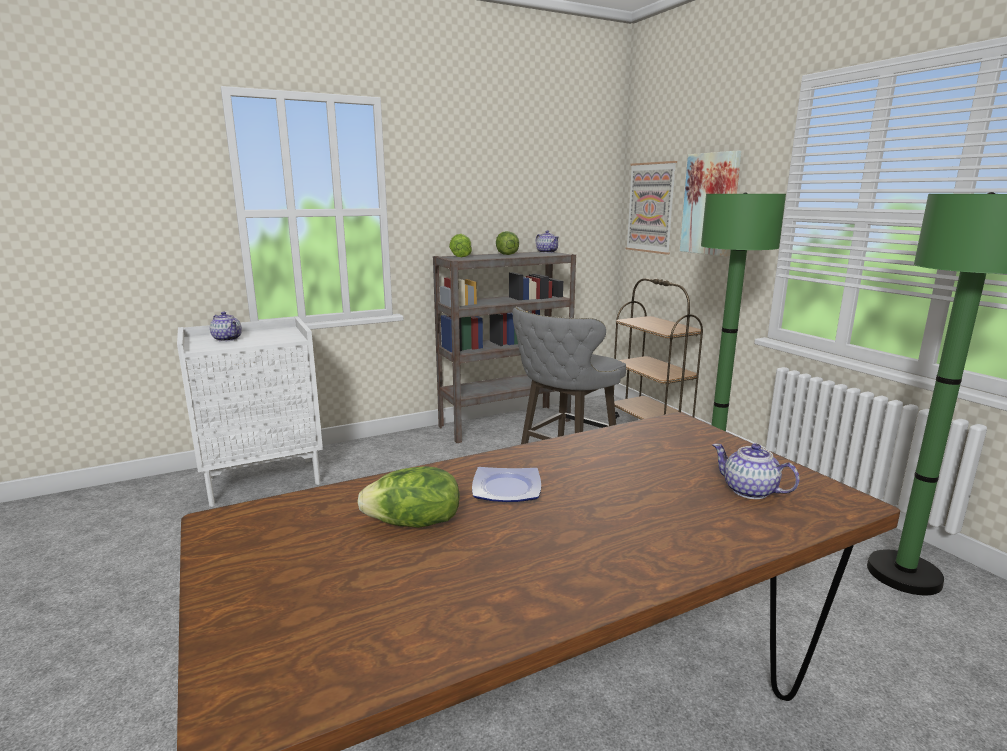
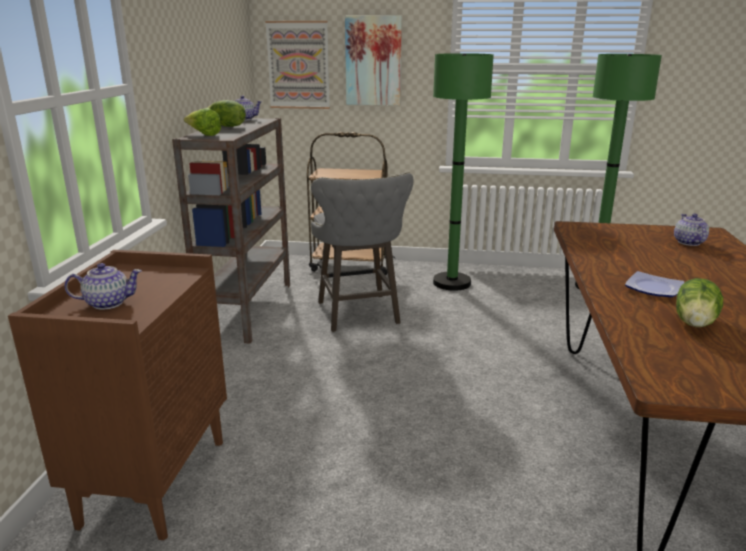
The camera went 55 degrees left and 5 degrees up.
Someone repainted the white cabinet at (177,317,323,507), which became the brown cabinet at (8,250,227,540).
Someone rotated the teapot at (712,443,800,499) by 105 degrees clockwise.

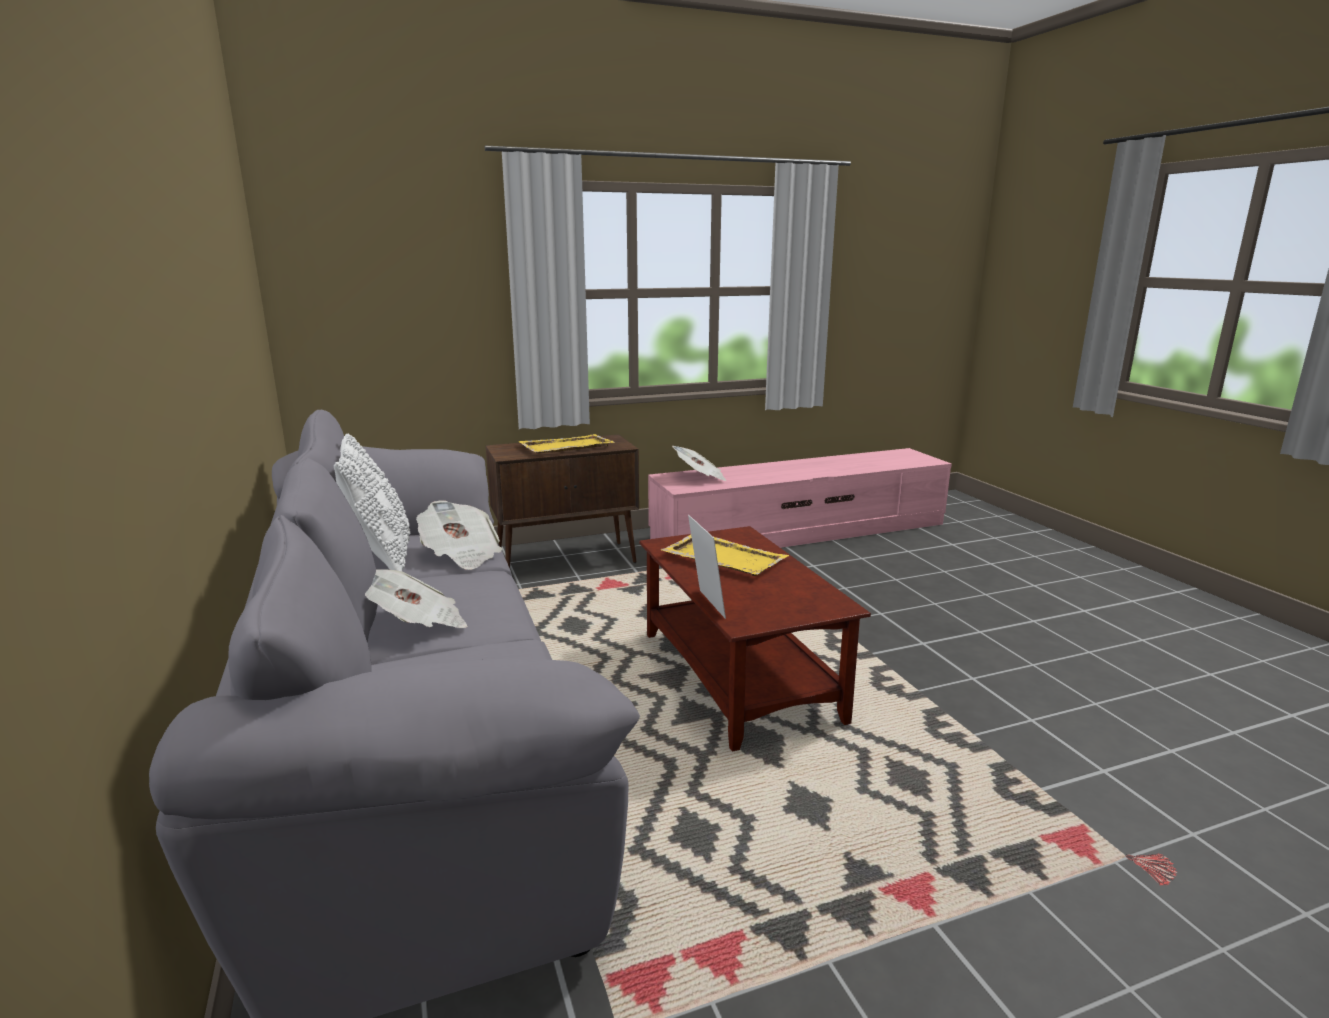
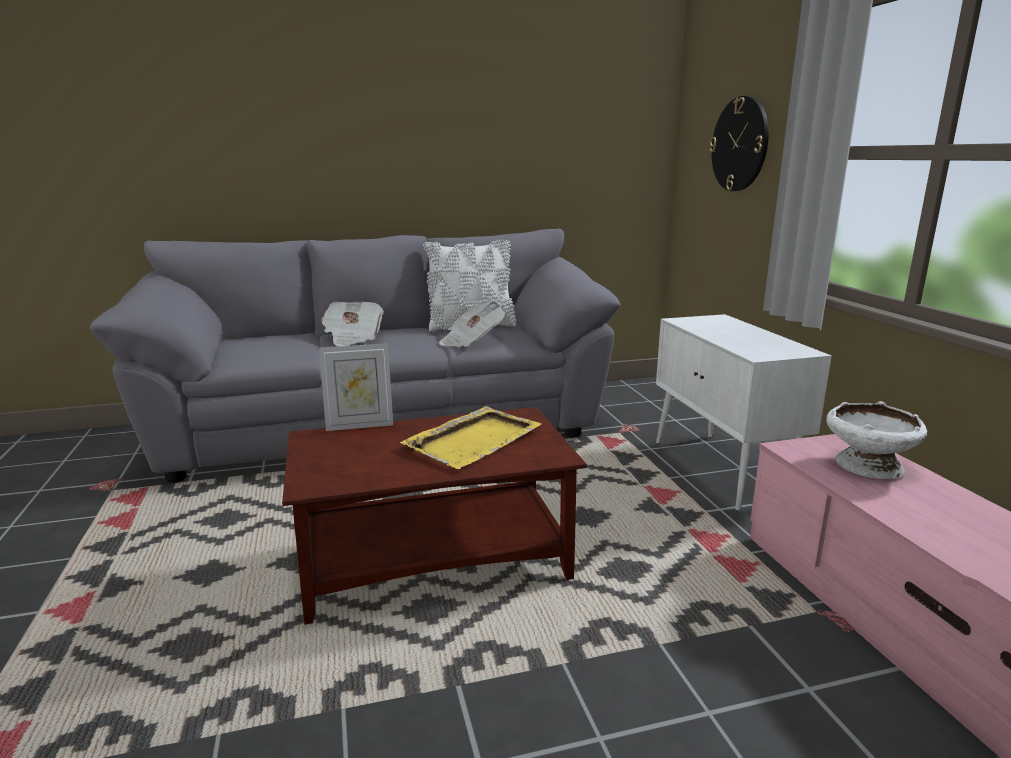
The camera went 95 degrees right and 0 degrees up.
Someone took away the yellow tray at (518,434,614,453).
Someone repainted the brown cabinet at (486,435,639,568), which became the white cabinet at (656,314,832,511).
Someone swapped the newspaper at (672,446,727,481) for the white bowl at (826,401,927,479).
Someone put up the wall clock at (709,96,769,191).

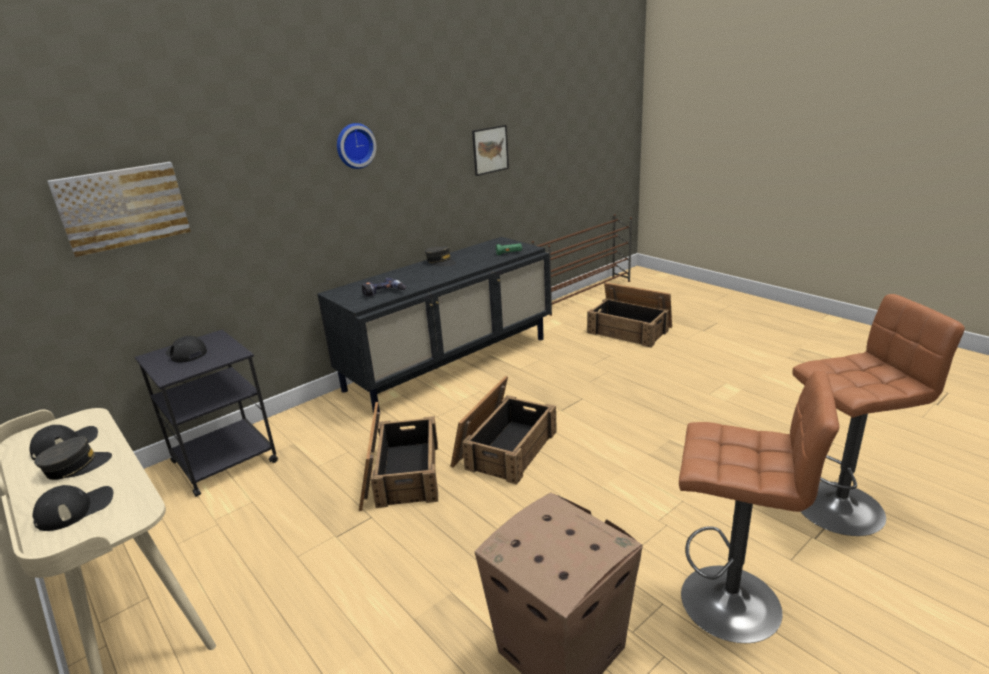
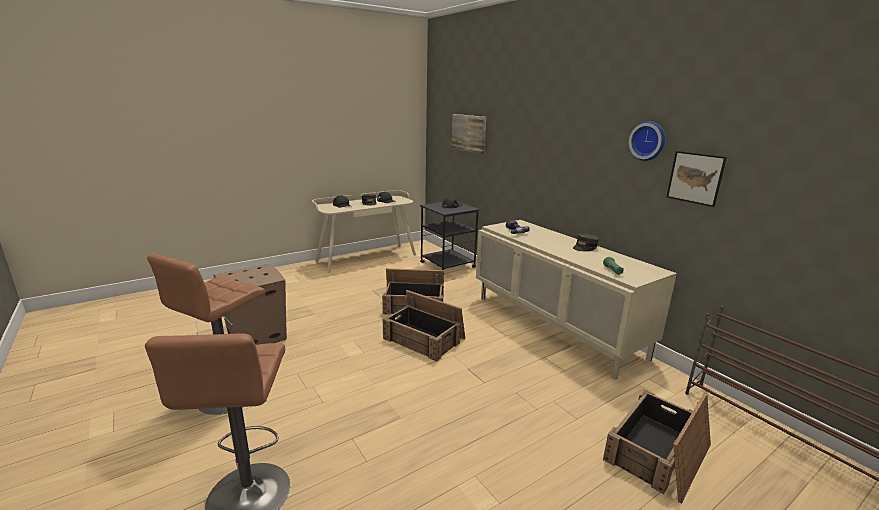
The camera went 95 degrees right and 5 degrees down.
Someone carried the wall clock from (337,123,376,169) to (629,121,665,161).
Someone repainted the black cabinet at (317,237,551,414), which became the beige cabinet at (476,220,677,379).

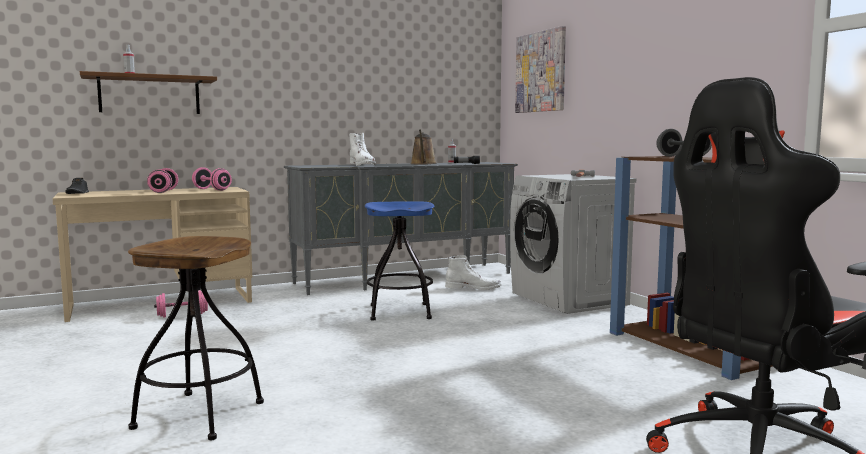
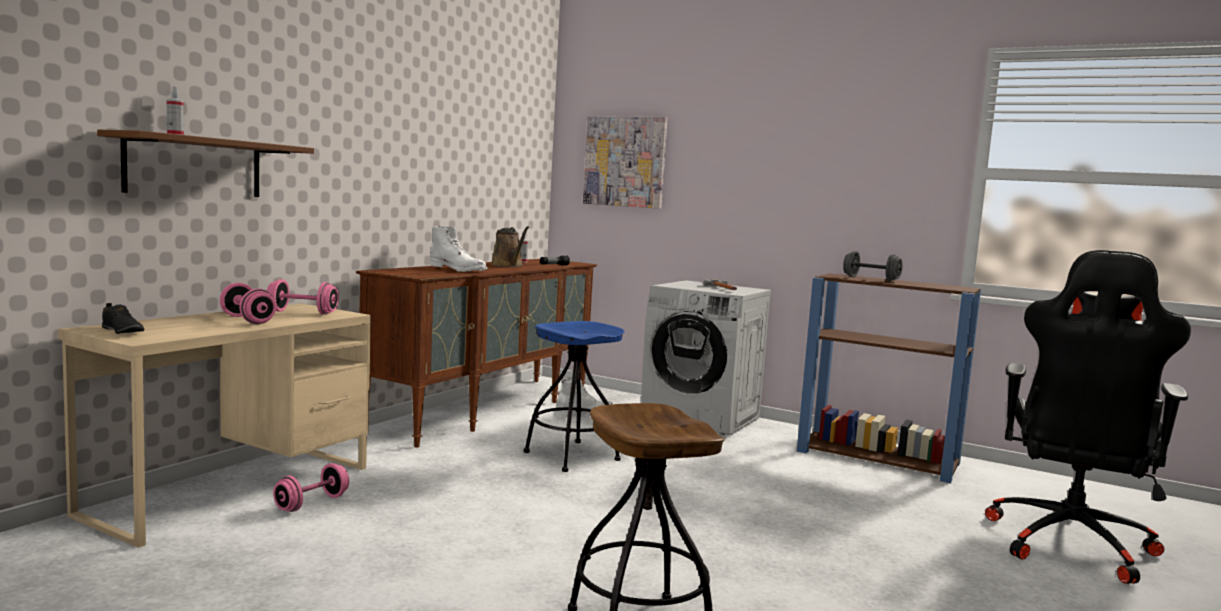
The camera went 35 degrees left and 0 degrees up.
Someone repainted the grey cabinet at (284,162,518,295), which became the brown cabinet at (356,259,597,448).

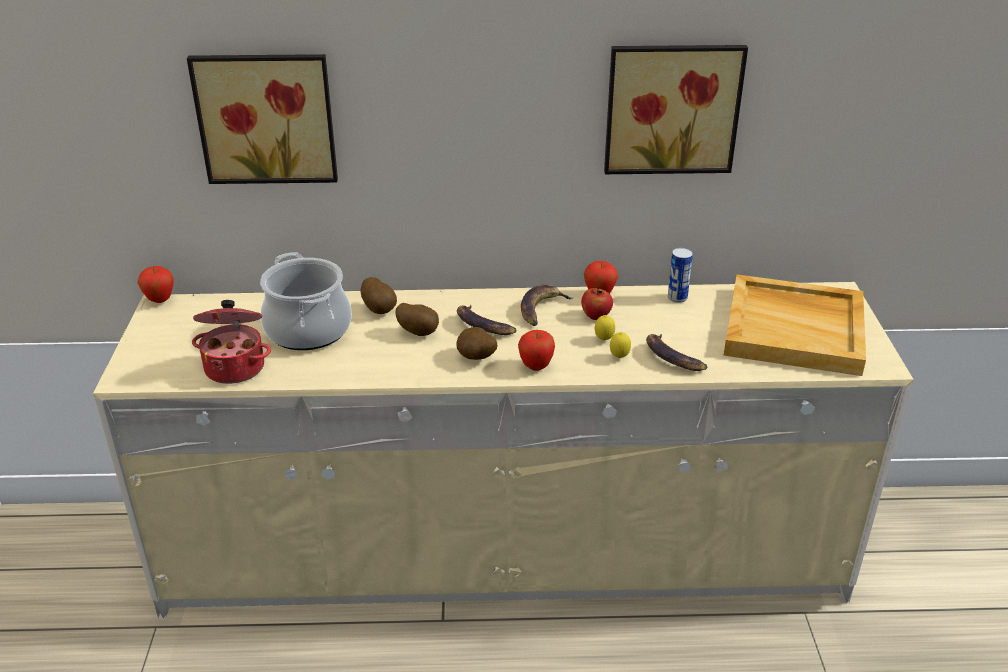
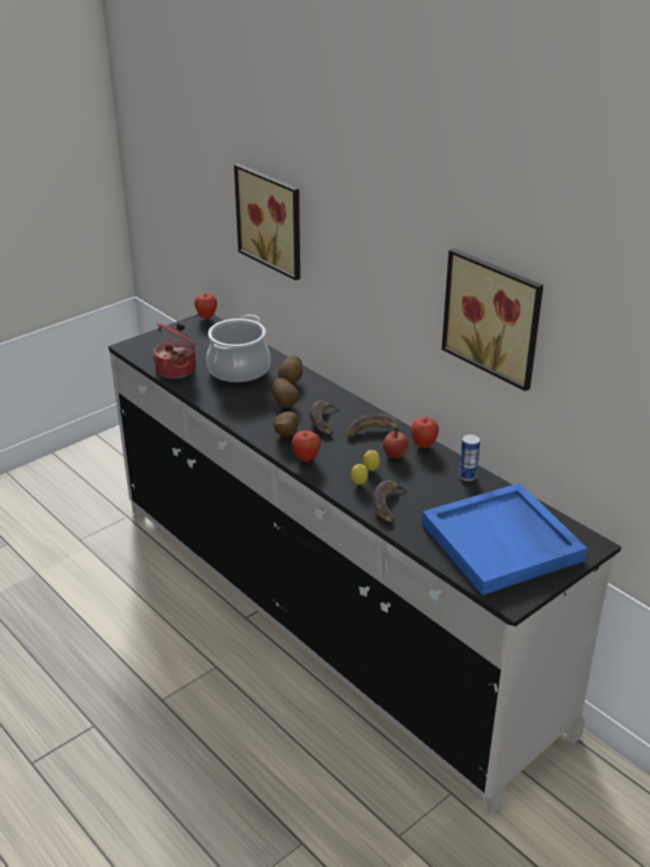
The camera went 50 degrees right and 0 degrees up.
Someone repainted the beige tray at (724,274,866,376), which became the blue tray at (422,483,587,595).
Someone repainted the beige cabinet at (93,282,914,619), which became the black cabinet at (108,314,621,816).

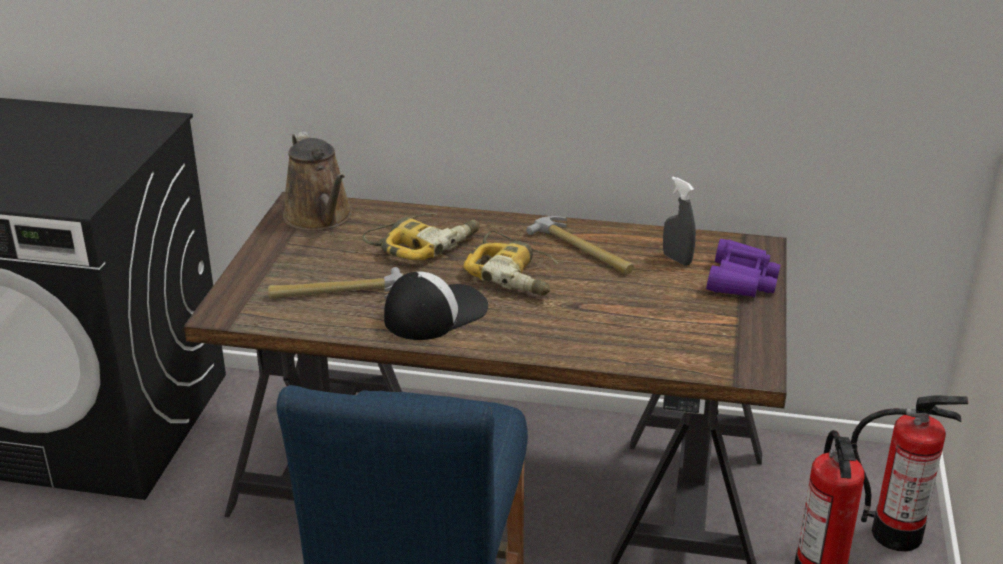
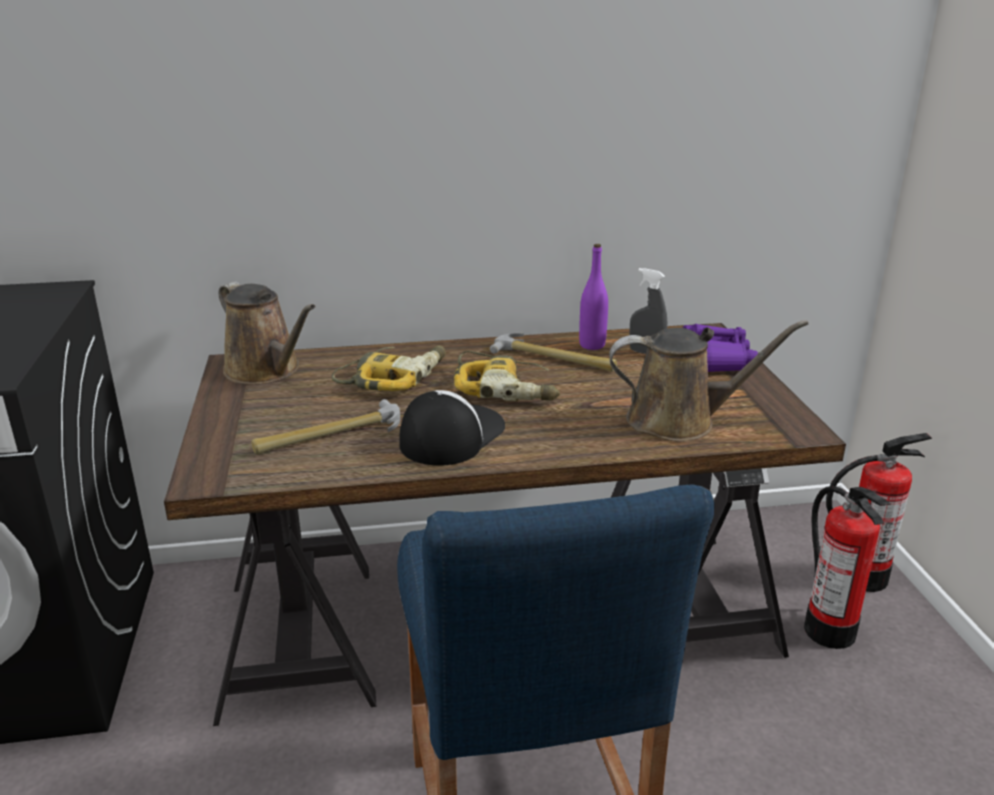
The camera went 20 degrees left and 5 degrees down.
Someone put down the purple bottle at (579,244,608,350).
Someone put down the brown watering can at (609,320,808,442).

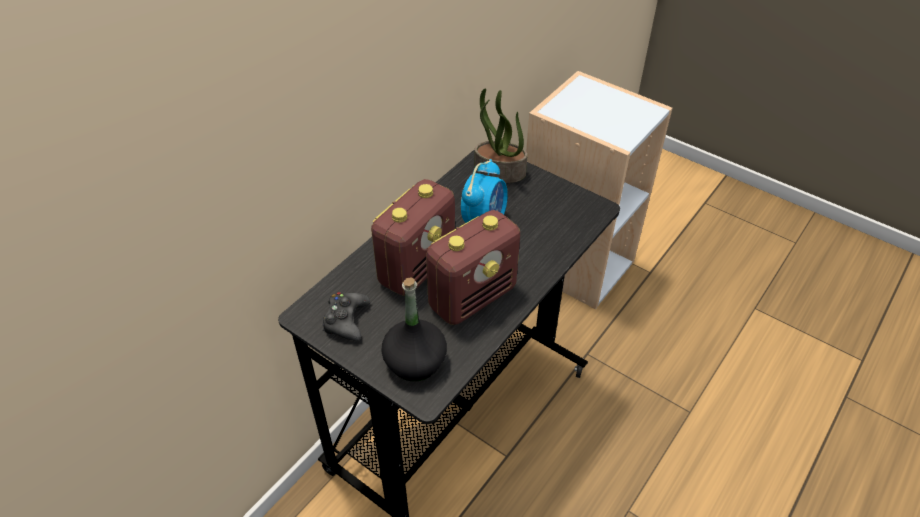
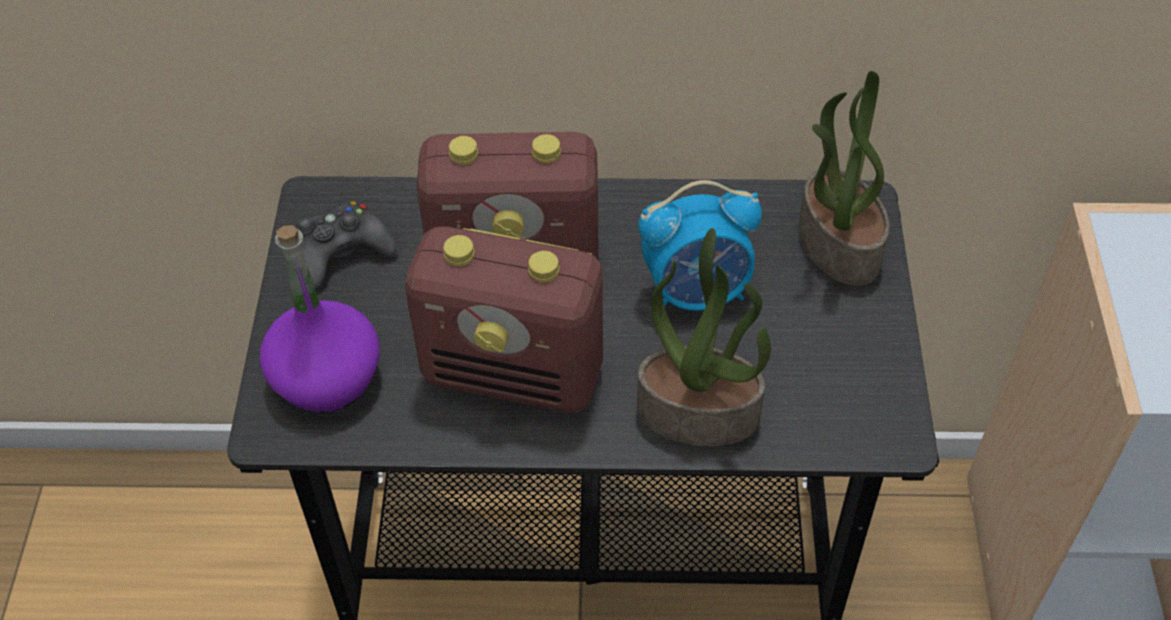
The camera went 55 degrees right and 5 degrees up.
Someone repainted the black bottle at (381,277,447,381), which became the purple bottle at (260,225,380,413).
Someone put down the potted plant at (637,228,771,446).

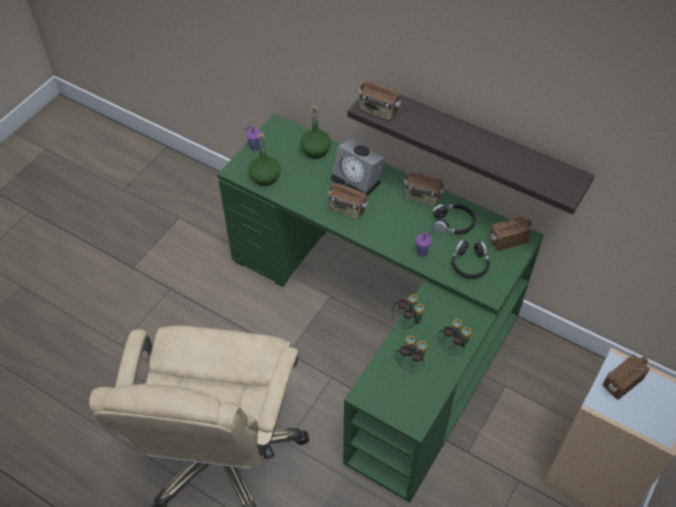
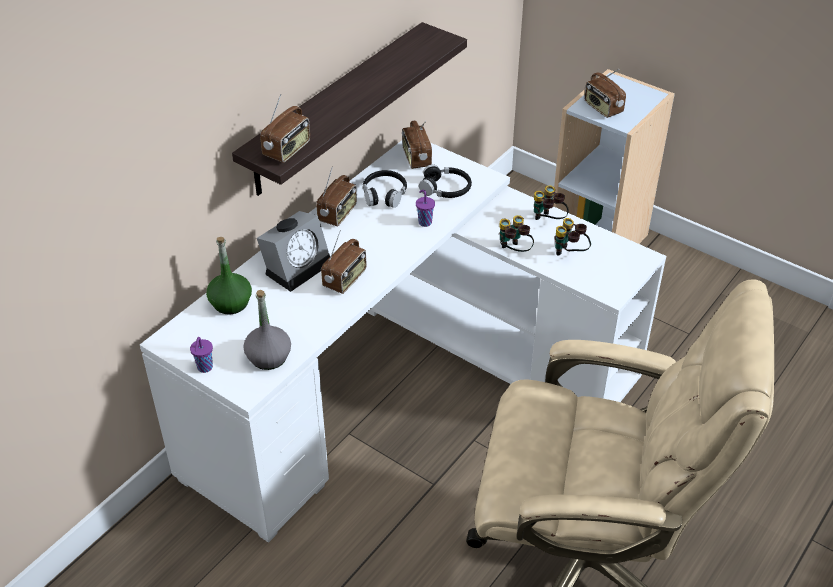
The camera went 85 degrees left and 10 degrees down.
Someone repainted the green desk at (217,114,544,502), which became the white desk at (140,141,666,543).
Someone repainted the green bottle at (249,133,281,186), which became the grey bottle at (243,290,291,370).

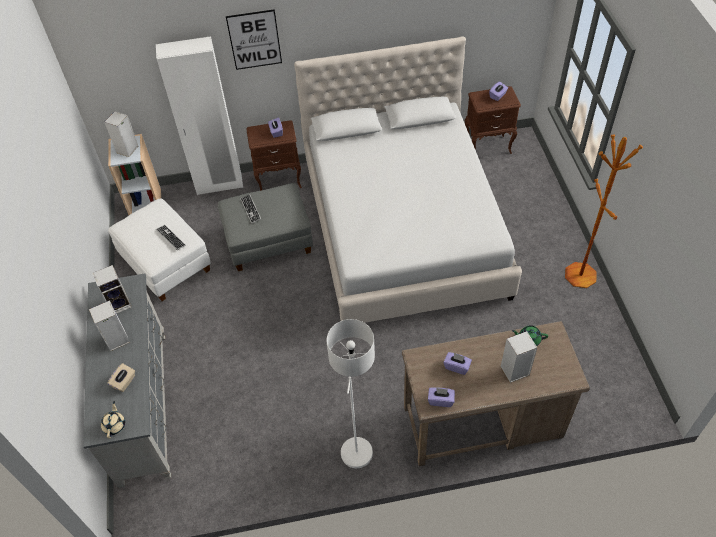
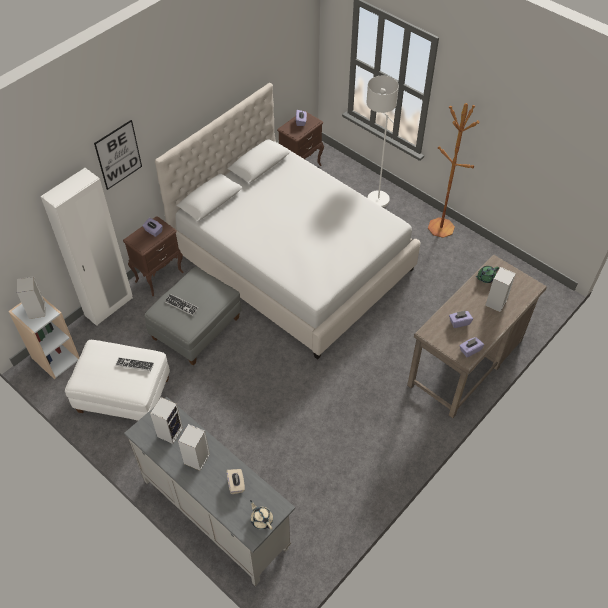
The camera went 40 degrees left and 0 degrees up.
Someone carried the white floor lamp from (327,319,375,468) to (367,76,399,207).

